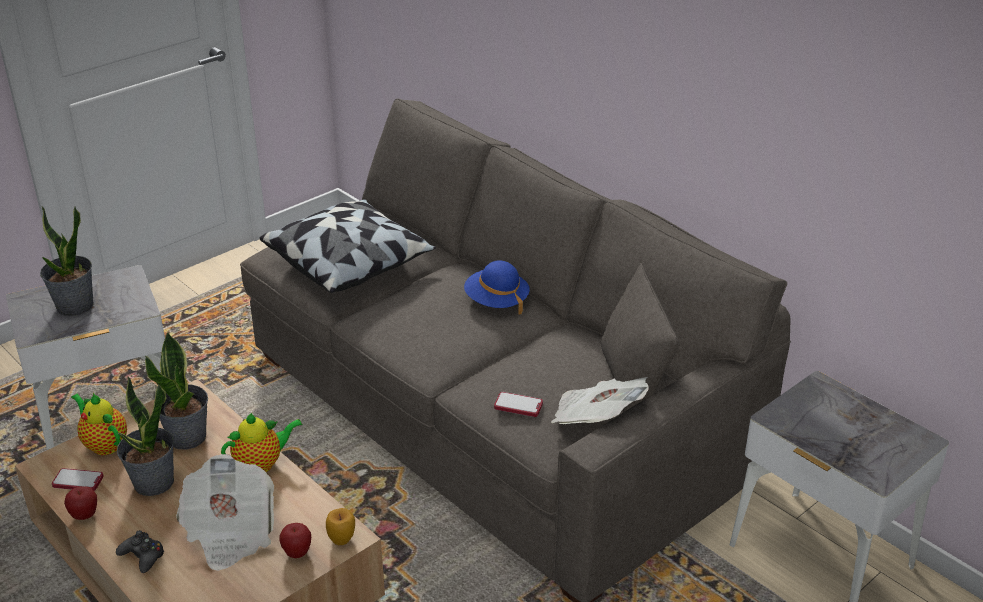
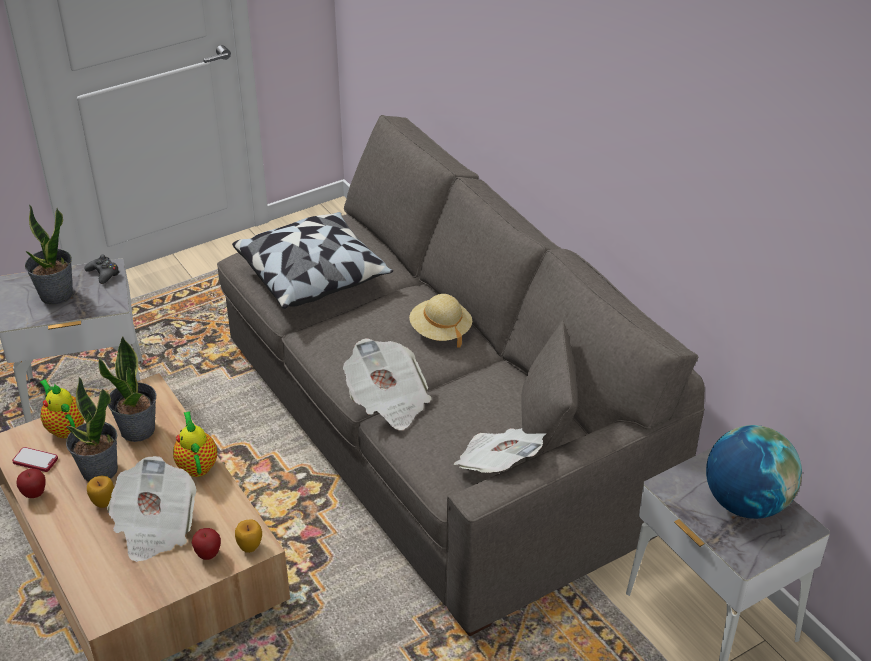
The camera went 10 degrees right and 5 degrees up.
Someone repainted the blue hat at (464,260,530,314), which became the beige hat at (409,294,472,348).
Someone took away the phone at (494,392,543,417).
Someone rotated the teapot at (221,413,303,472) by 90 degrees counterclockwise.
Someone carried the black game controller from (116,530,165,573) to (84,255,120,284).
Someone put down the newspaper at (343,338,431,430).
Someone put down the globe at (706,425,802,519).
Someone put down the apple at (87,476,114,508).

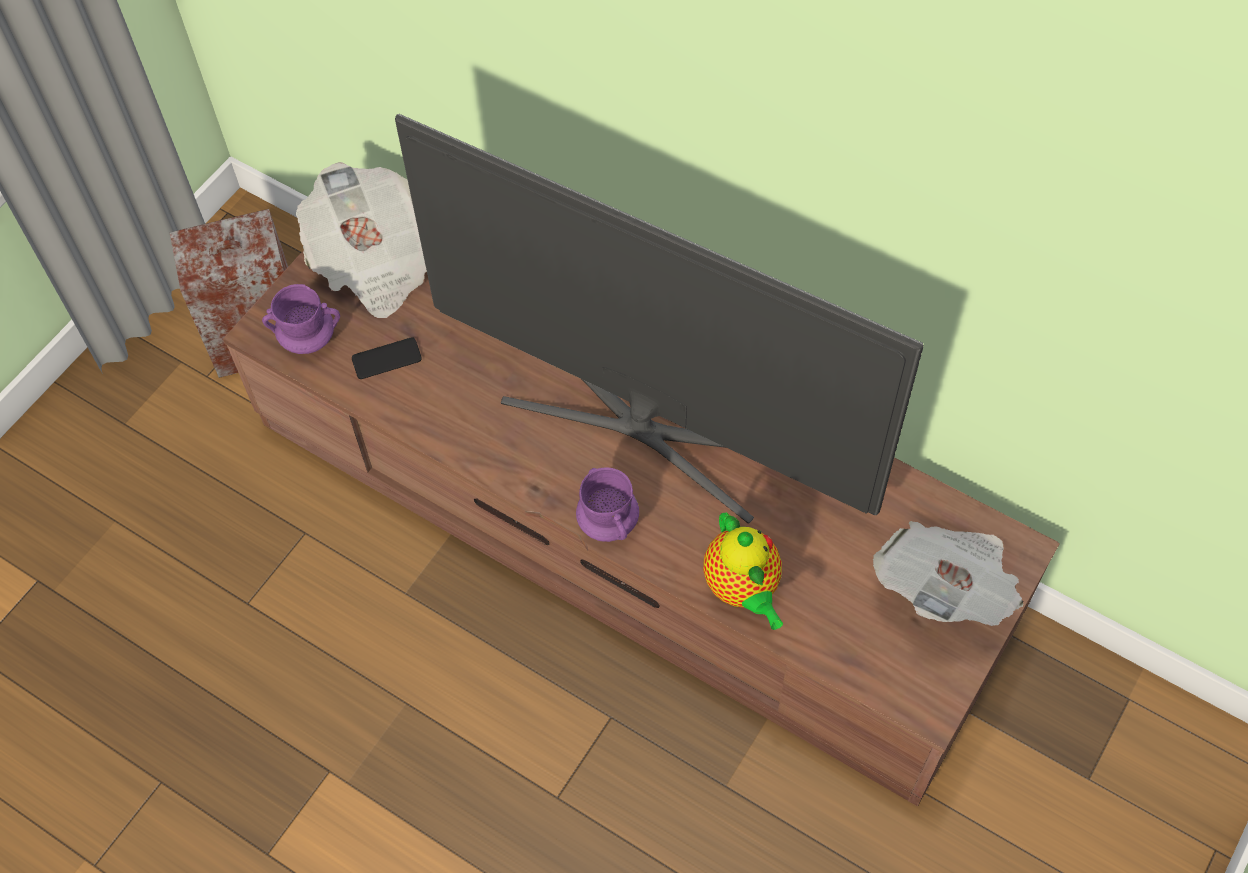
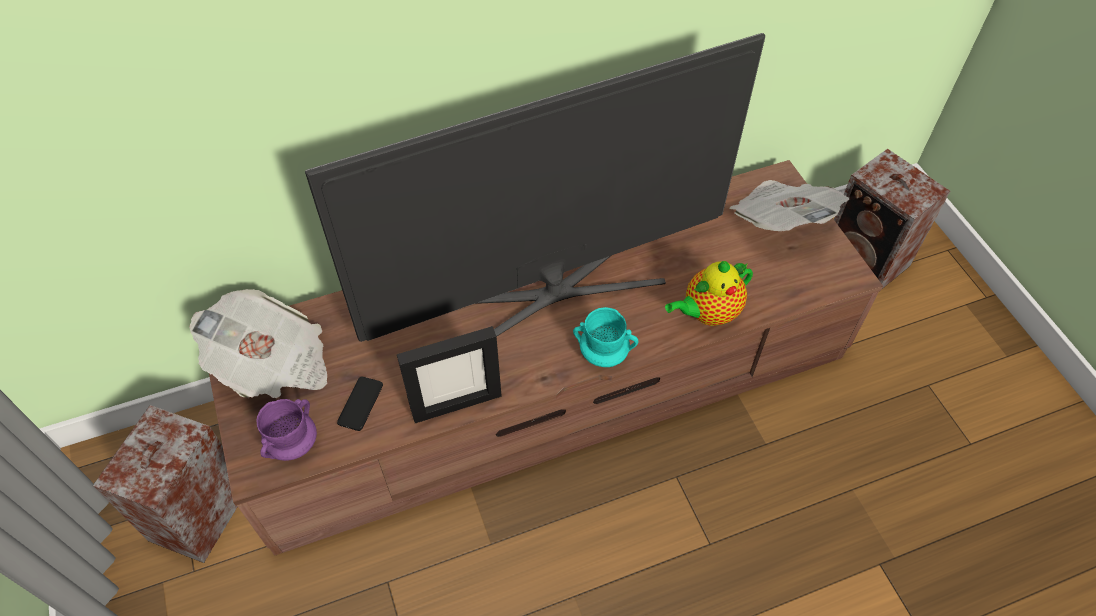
The camera went 55 degrees left and 5 degrees down.
Someone repainted the purple mug at (576,467,639,542), which became the turquoise mug at (573,307,639,367).
Someone rotated the teapot at (703,512,783,630) by 135 degrees clockwise.
Someone put down the speaker at (834,148,950,290).
Someone put down the picture frame at (397,326,502,423).

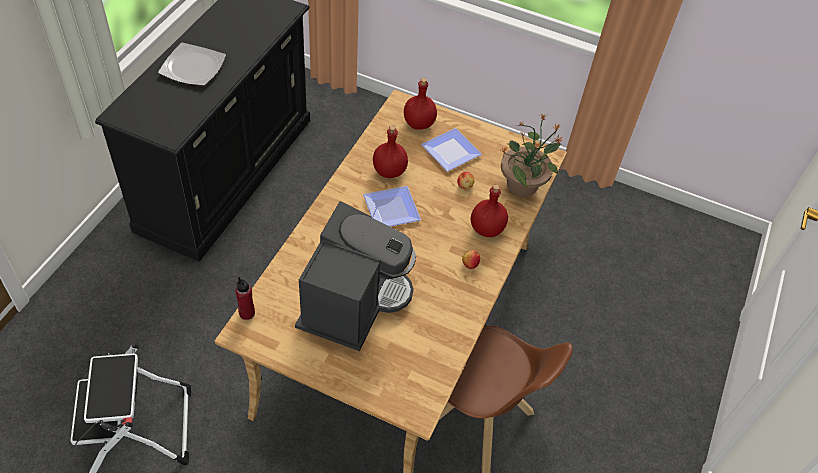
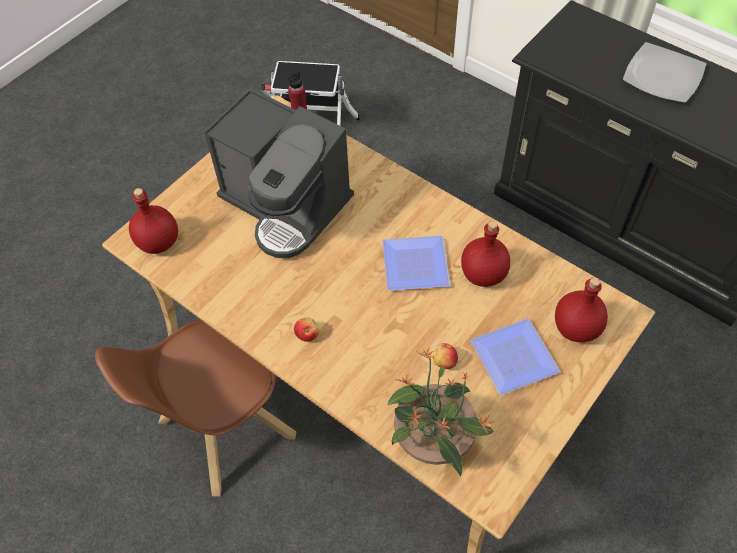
The camera went 110 degrees right and 5 degrees up.
Someone carried the red bottle from (471,185,508,237) to (129,188,178,254).

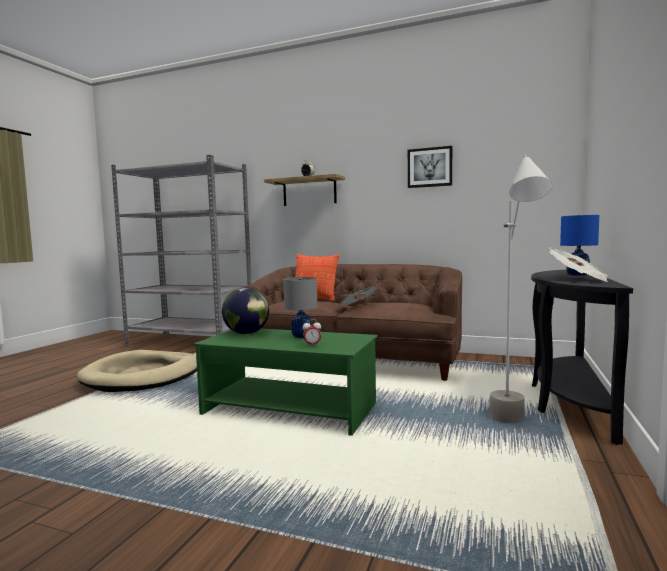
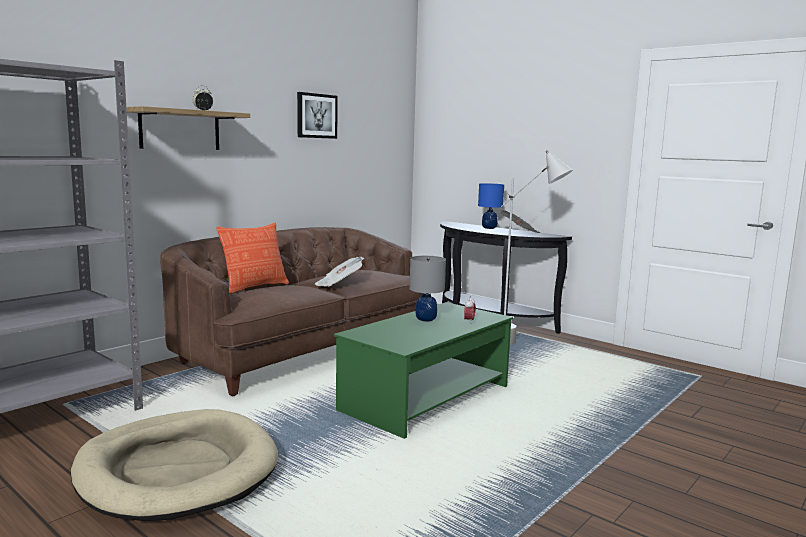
The camera went 70 degrees left and 5 degrees up.
Someone took away the globe at (222,287,269,334).

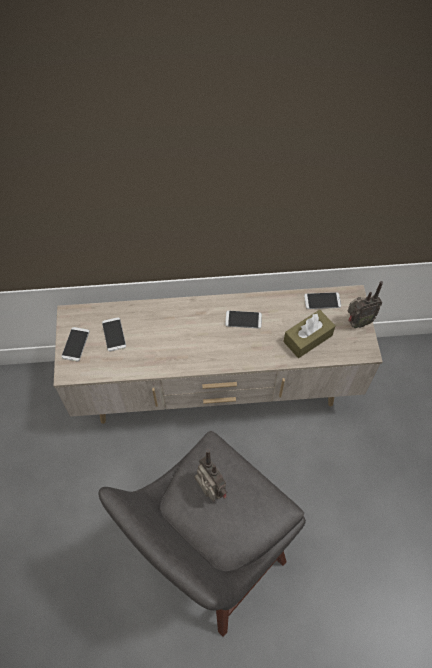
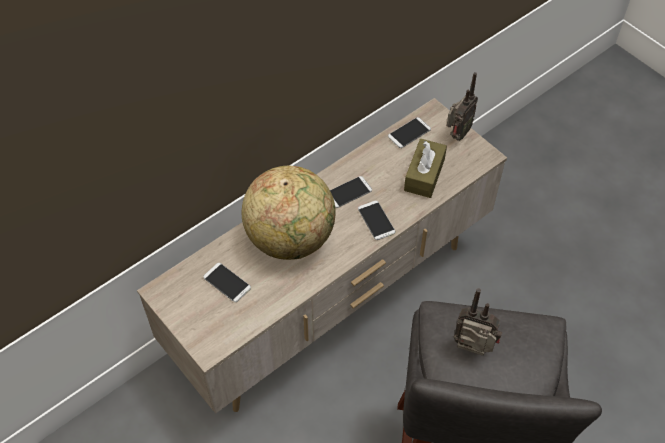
The camera went 35 degrees left and 5 degrees down.
Someone carried the phone from (61,327,90,361) to (358,201,395,240).
Someone put down the globe at (242,166,336,260).

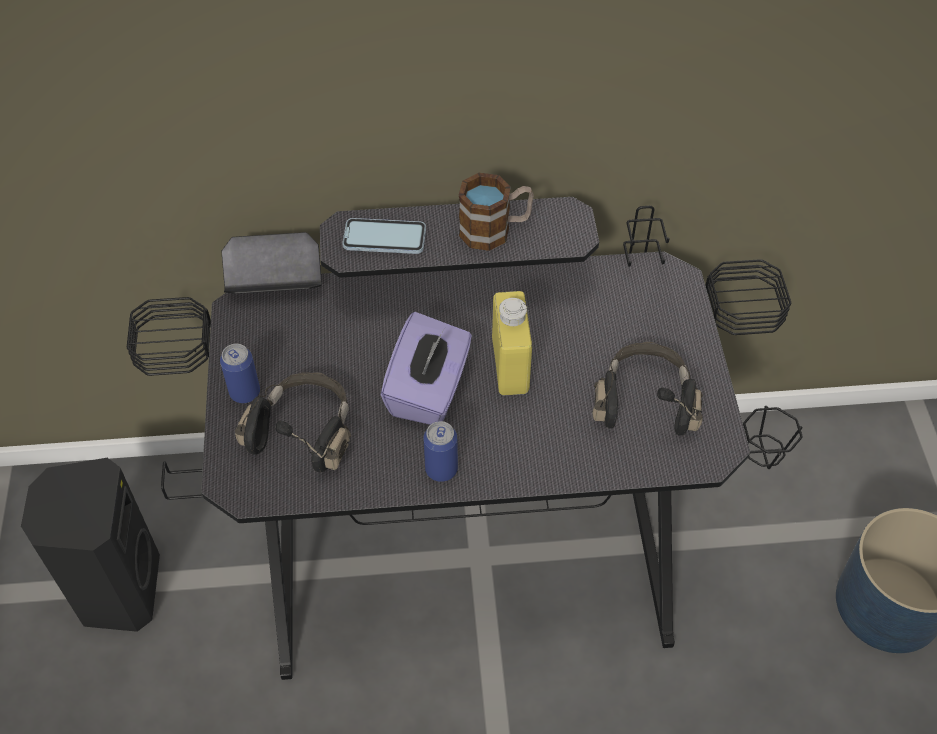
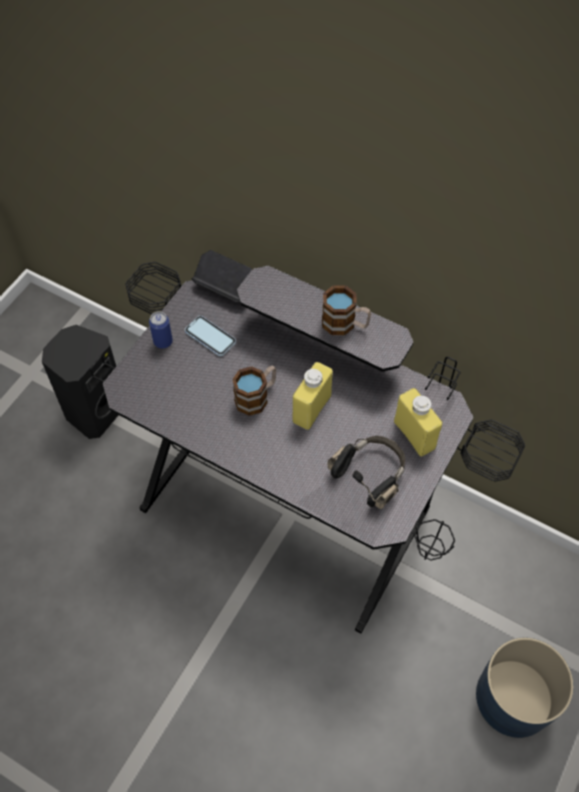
The camera went 35 degrees right and 5 degrees up.
Someone carried the phone from (342,218,426,254) to (185,316,236,356).
Someone swapped the purple tissue box at (381,312,472,425) for the mug at (232,365,276,416).
Someone took away the black headphones at (235,372,351,472).
Someone took away the can at (423,421,458,482).
Someone put down the yellow bottle at (394,388,443,457).

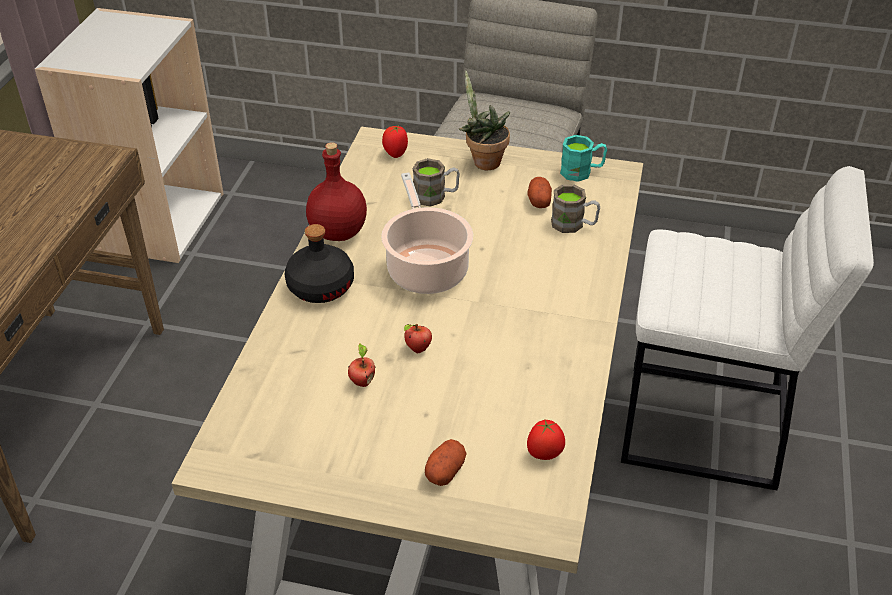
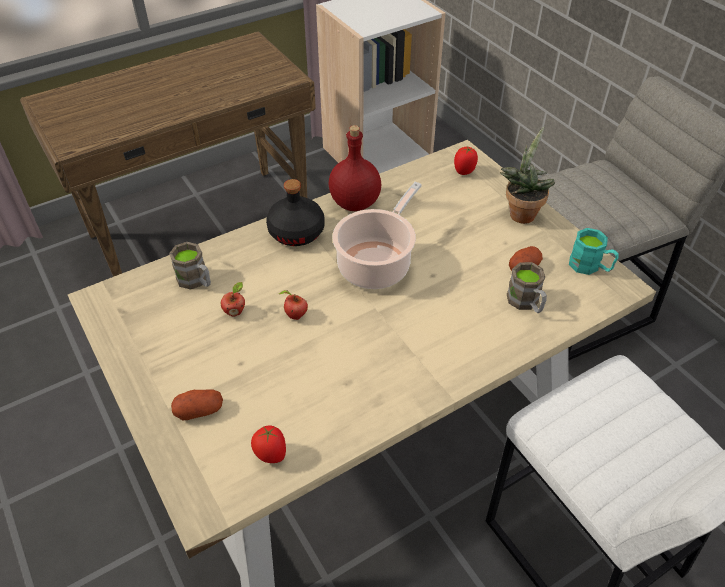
The camera went 45 degrees right and 5 degrees up.
Someone carried the brown mug from (413,158,460,207) to (169,242,211,290).

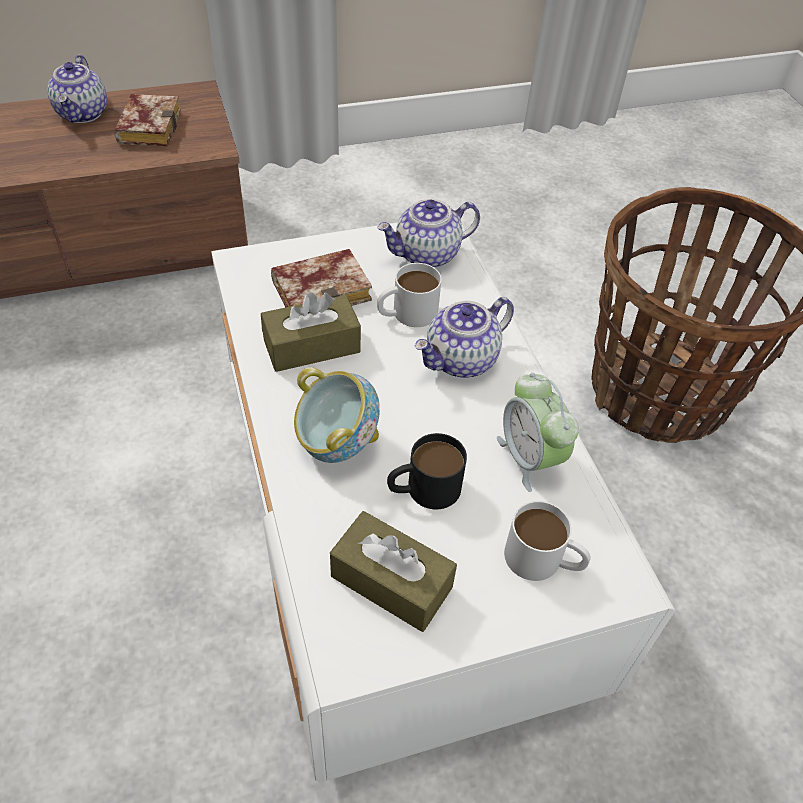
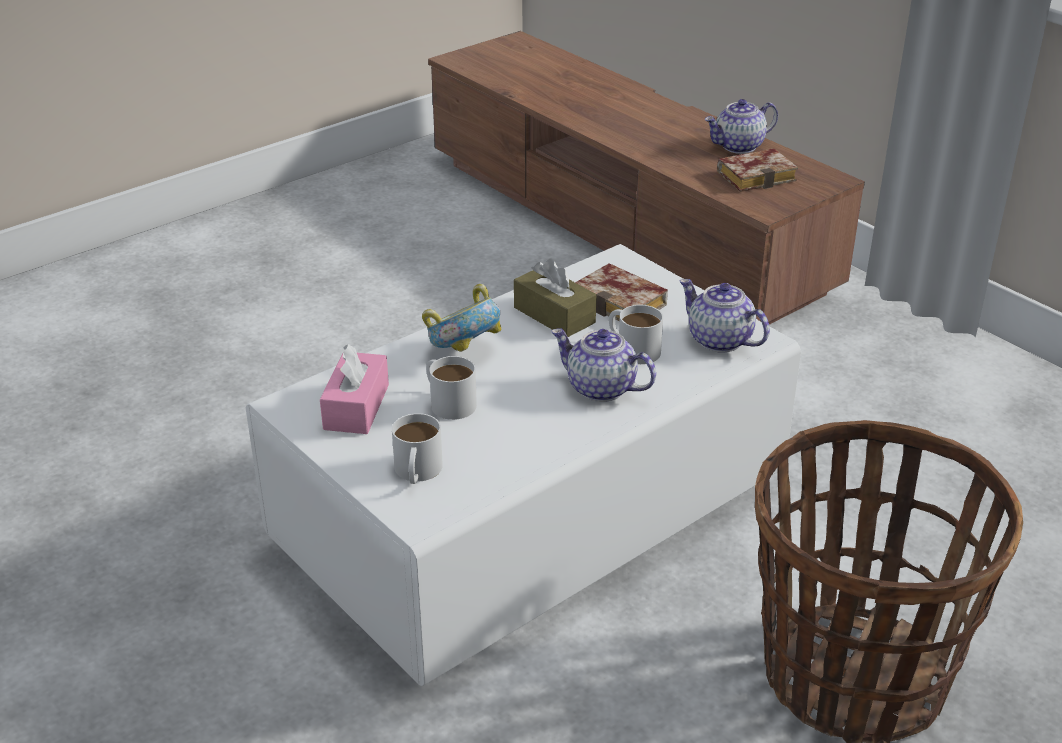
The camera went 70 degrees right and 15 degrees down.
Someone took away the alarm clock at (497,373,579,492).
Someone repainted the black mug at (387,433,467,509), which became the white mug at (426,356,477,420).
Someone repainted the brown tissue box at (330,511,457,632), which became the pink tissue box at (320,344,389,434).

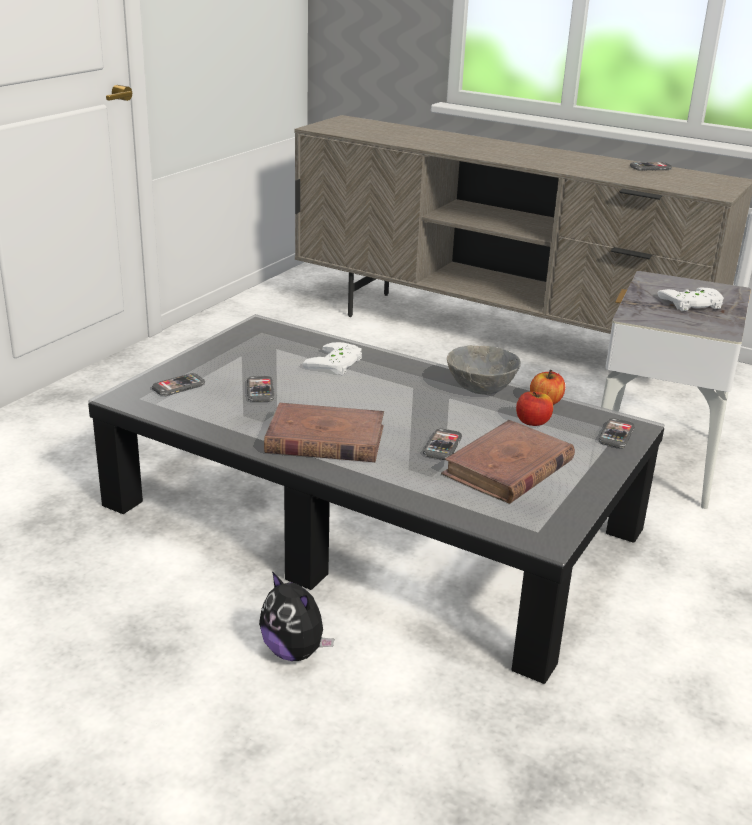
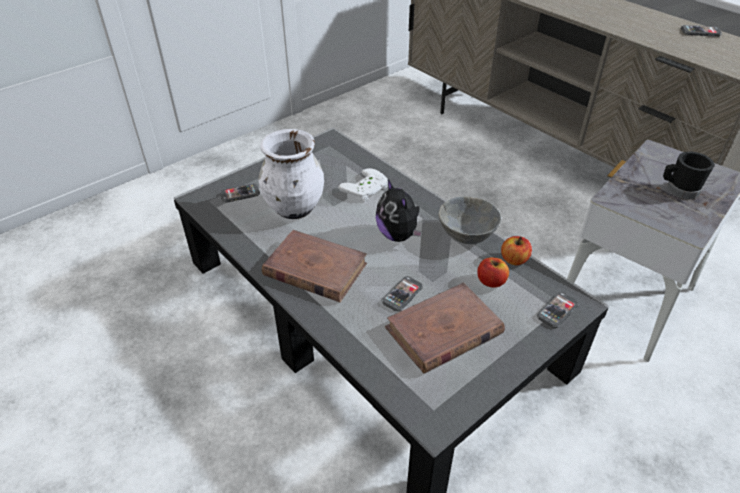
The camera went 20 degrees right and 15 degrees up.
Someone swapped the white game controller at (657,287,724,311) for the black mug at (663,152,715,200).
Someone swapped the phone at (247,376,274,402) for the white vase at (258,129,324,219).
Someone carried the plush toy from (259,571,334,661) to (376,179,423,242).

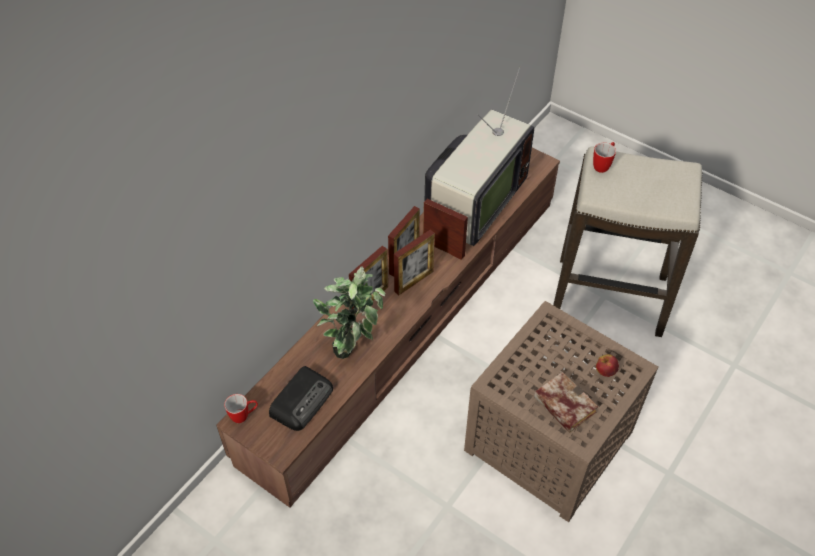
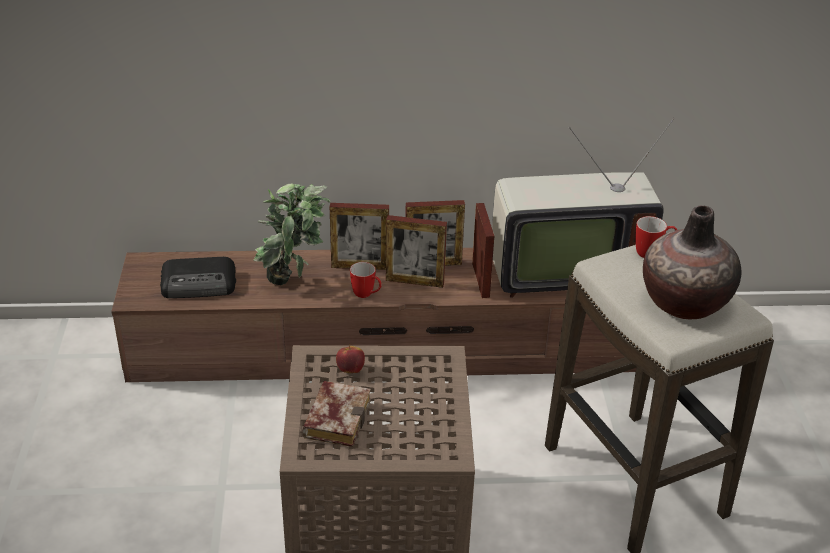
The camera went 50 degrees right and 15 degrees down.
Someone carried the apple from (596,354,619,377) to (336,344,365,373).
Someone carried the mug from (224,394,258,423) to (350,262,382,298).
Someone put down the vase at (643,205,742,319).

